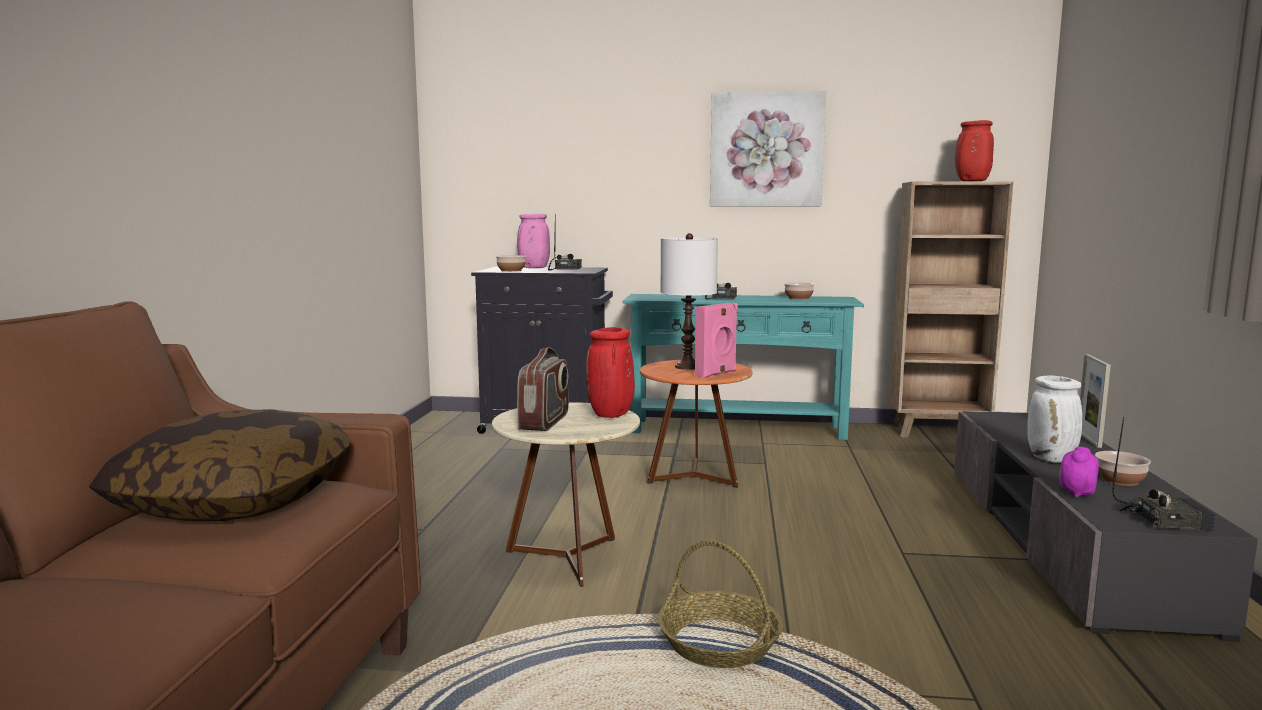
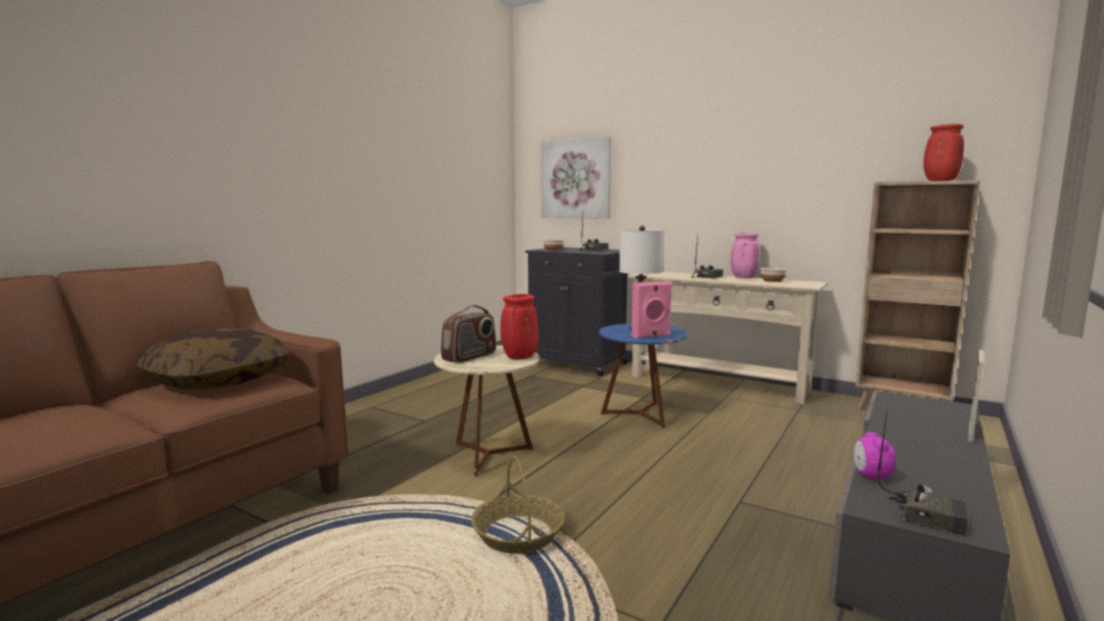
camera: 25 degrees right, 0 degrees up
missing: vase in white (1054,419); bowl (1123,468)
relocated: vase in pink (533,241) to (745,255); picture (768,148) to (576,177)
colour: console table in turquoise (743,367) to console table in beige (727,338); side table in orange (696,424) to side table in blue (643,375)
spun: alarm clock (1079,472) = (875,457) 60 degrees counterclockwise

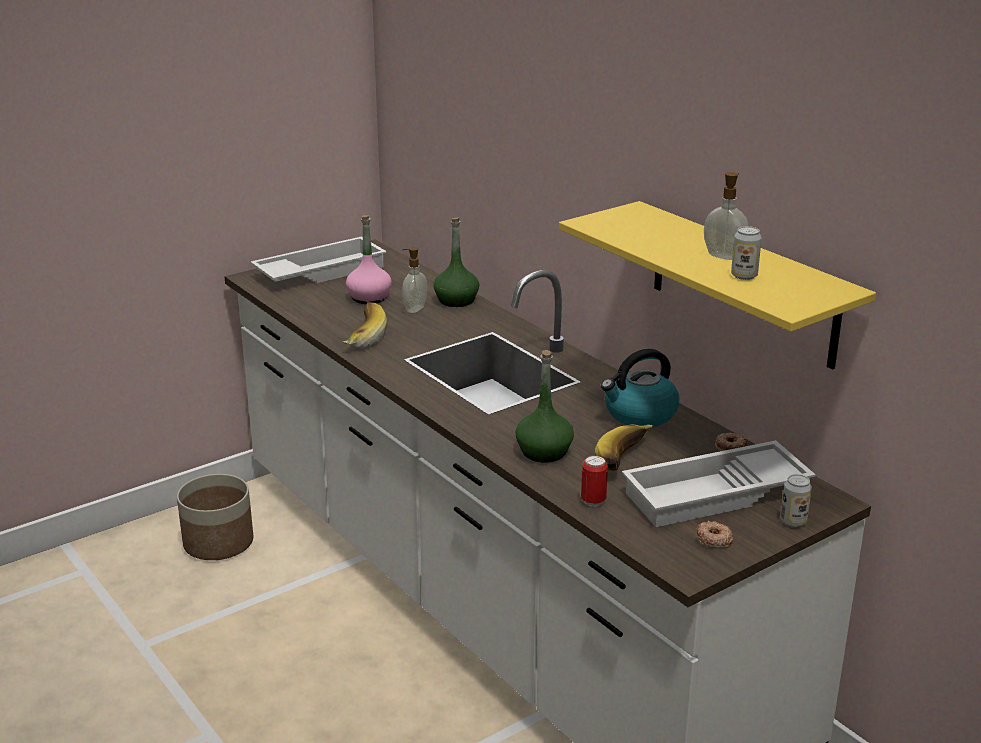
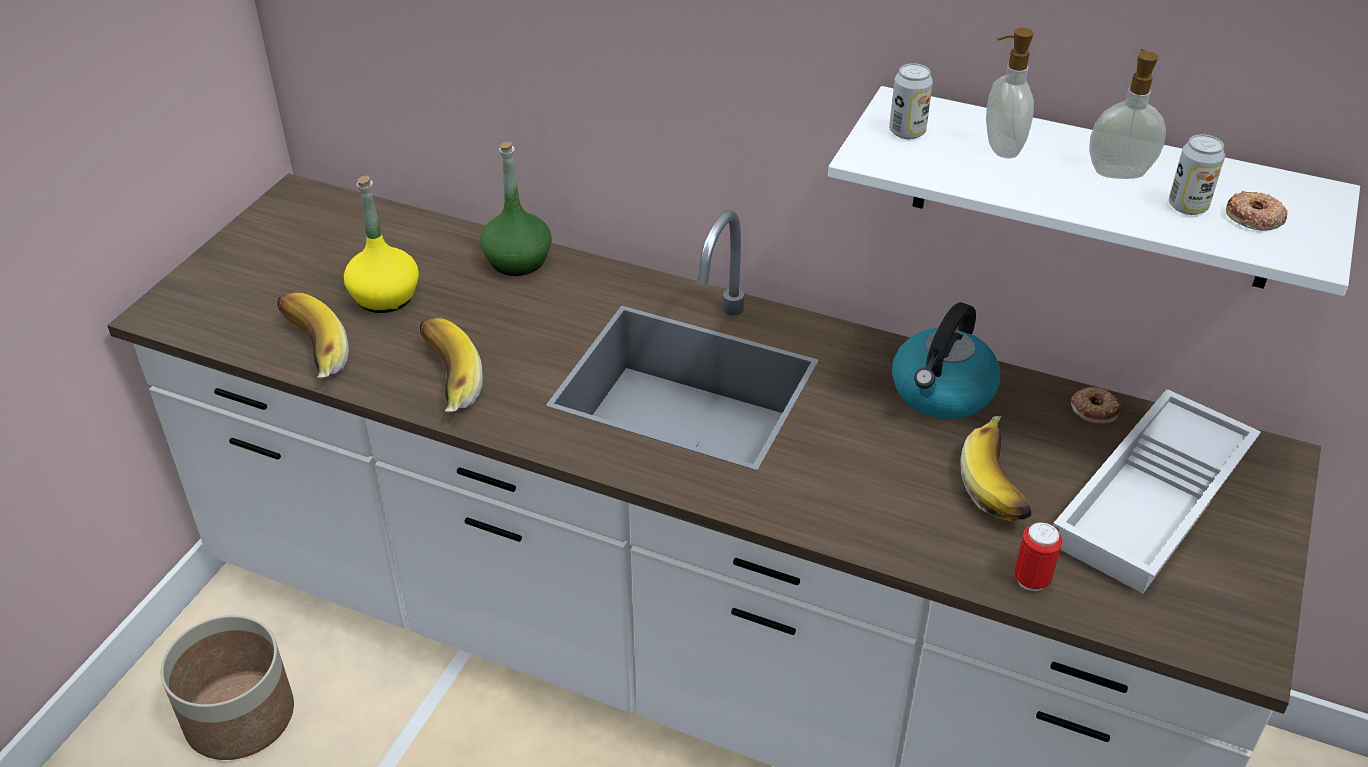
camera: 30 degrees left, 15 degrees up
missing: tray in white (318,259); bottle in green (545,406)
appeared: banana (313,335)
relocated: soap dispenser (414,280) to (1010,93); donut (714,534) to (1257,211); can (796,500) to (911,101)
colour: bottle in pink (369,259) to bottle in yellow (381,244); shelf in yellow (717,285) to shelf in white (1094,191)

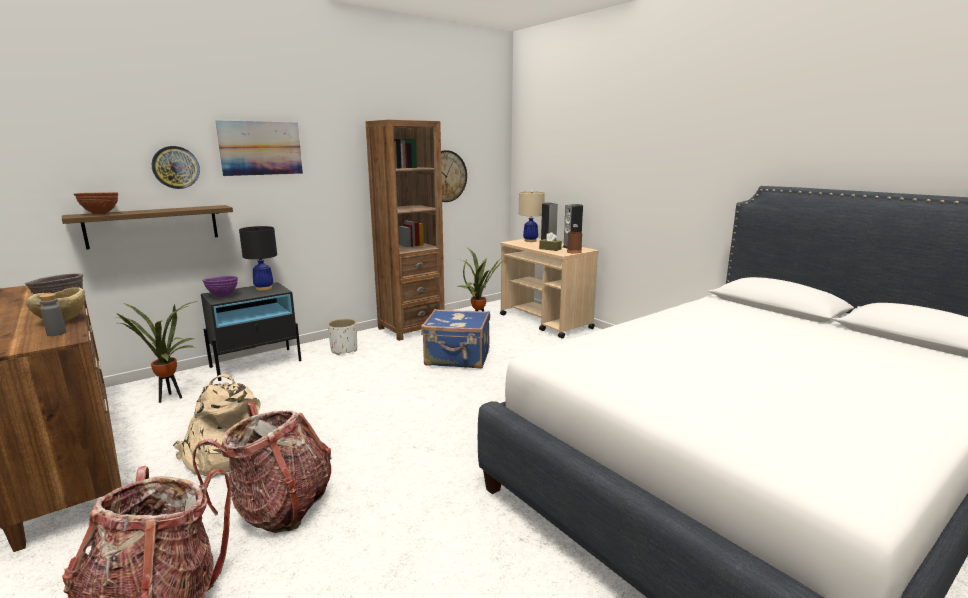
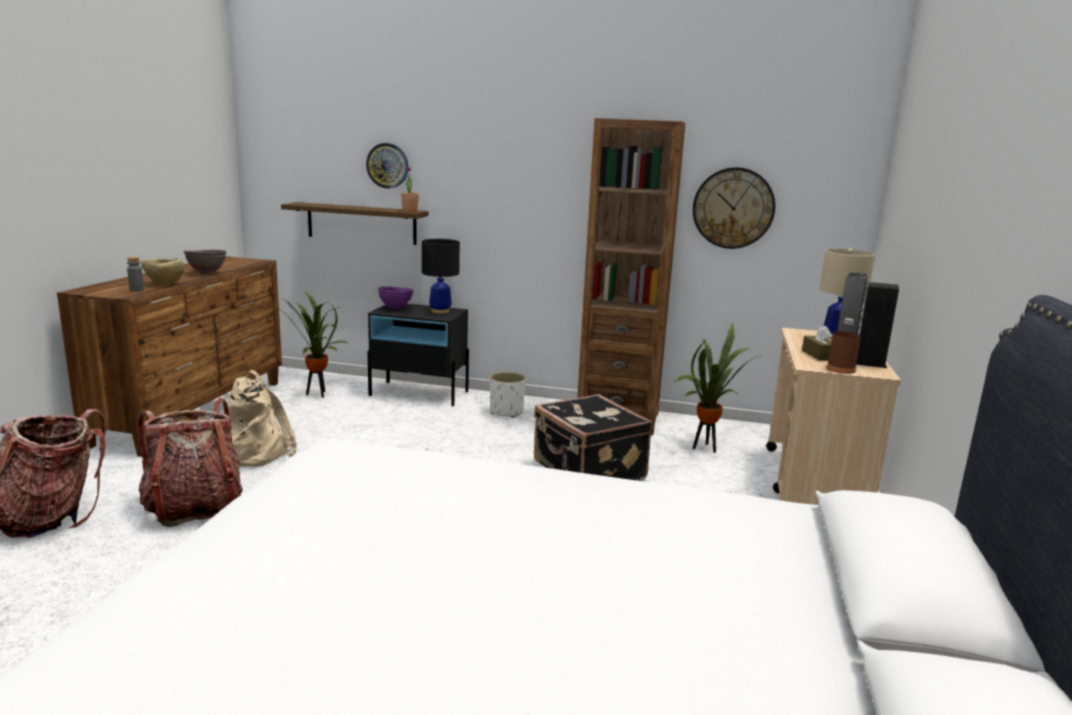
camera: 50 degrees right, 0 degrees up
missing: bowl in brown (96,203); picture (259,148)
appeared: potted plant (410,189)
colour: suitcase in blue (455,339) to suitcase in black (593,437)

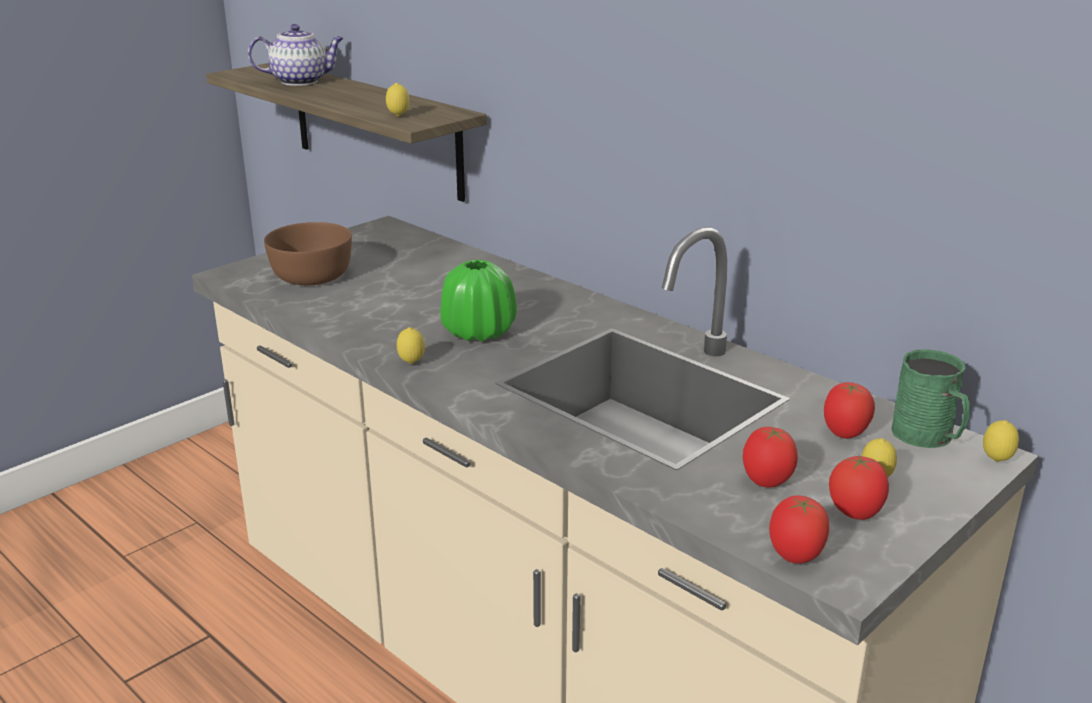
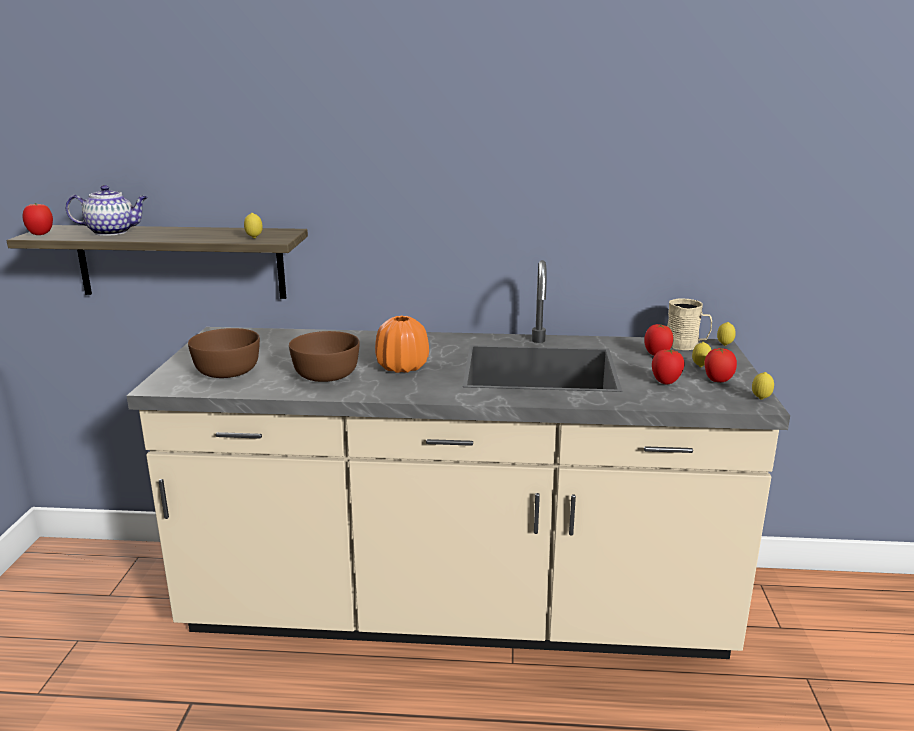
camera: 40 degrees left, 5 degrees down
appeared: bowl in brown (324,356)
relocated: lemon (411,345) to (763,386); tomato (799,529) to (38,219)
colour: vase in green (478,300) to vase in orange (402,344); mug in green (930,398) to mug in beige (689,324)
spun: teapot (296,55) = (106,210) 45 degrees clockwise

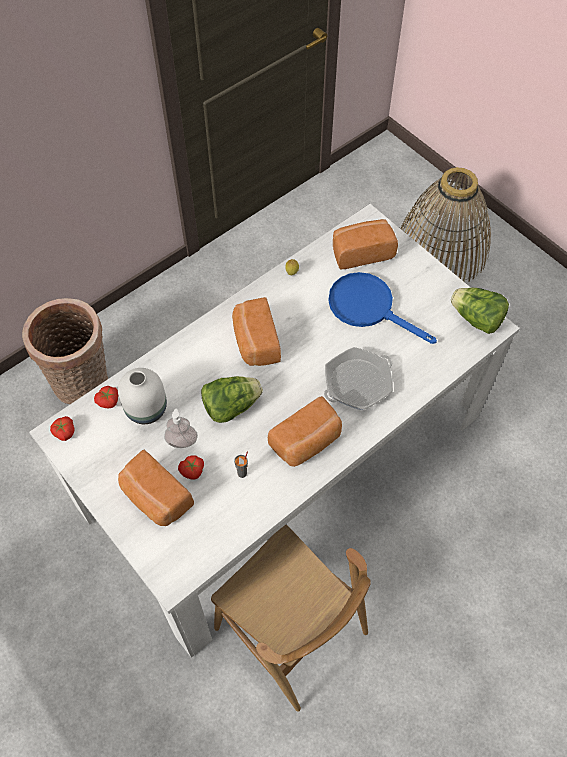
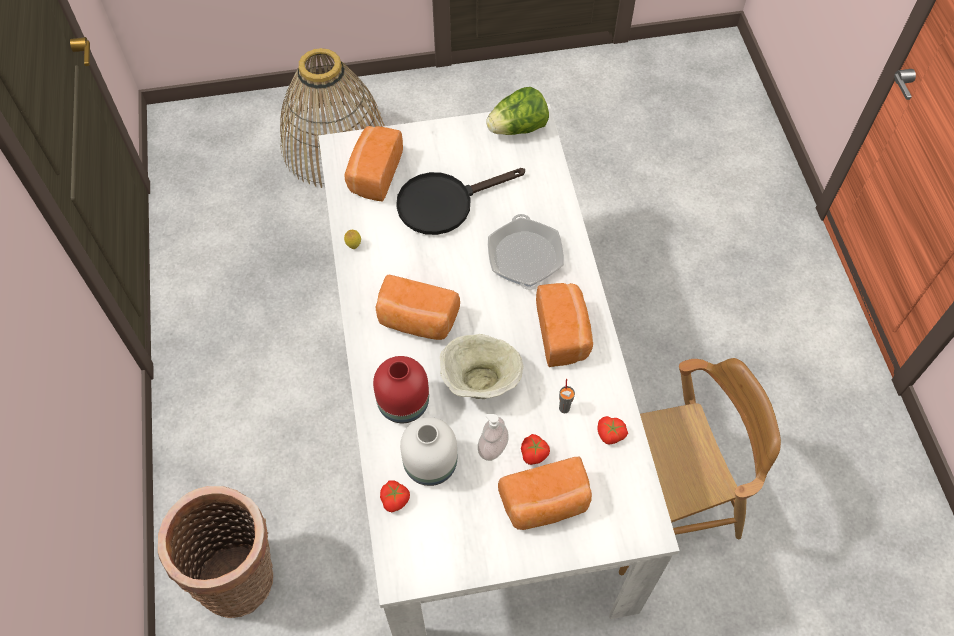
camera: 60 degrees left, 0 degrees up
appeared: vase in red (401,389)
relocated: tomato (62,428) to (612,430)
exchanged: lettuce (232,399) to bowl in beige (481,366)
colour: frying pan in blue (382,308) to frying pan in black (460,201)

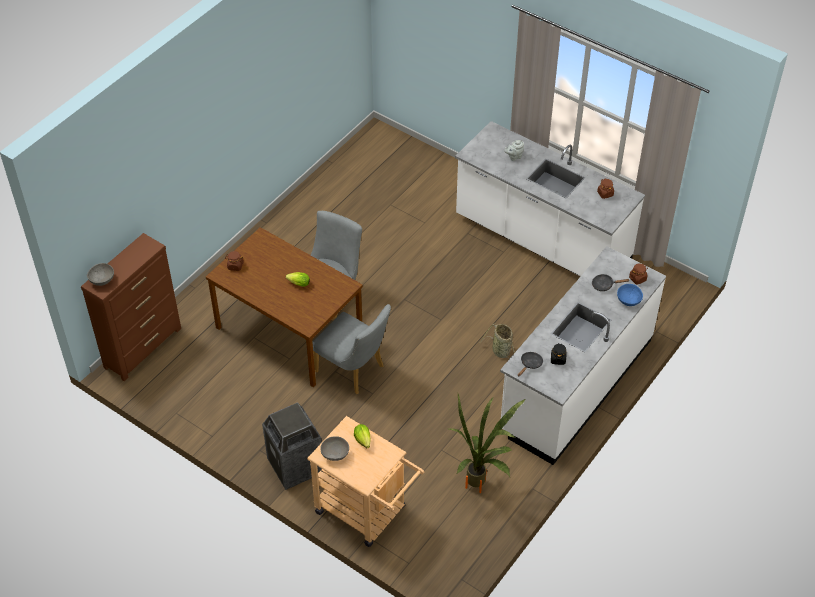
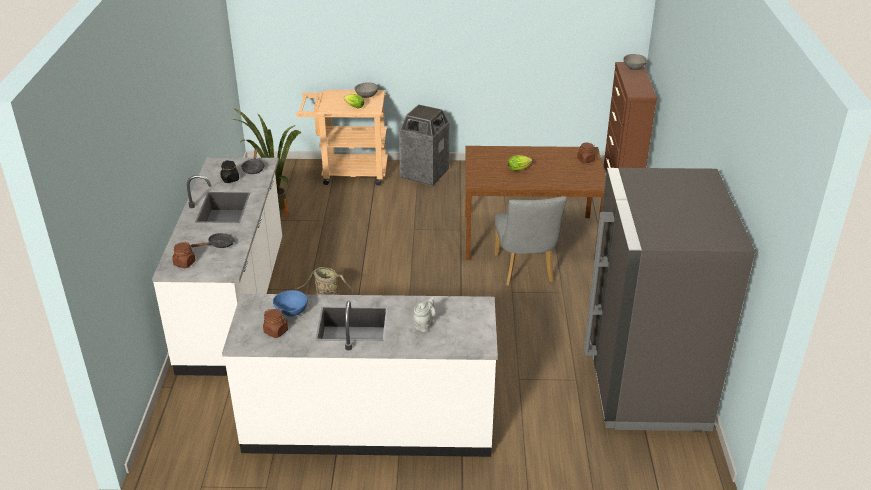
camera: 145 degrees right, 15 degrees down
missing: chair in grey (351,349)
appeared: fridge in grey (669,299)
relocated: bowl in blue (630,295) to (290,303)

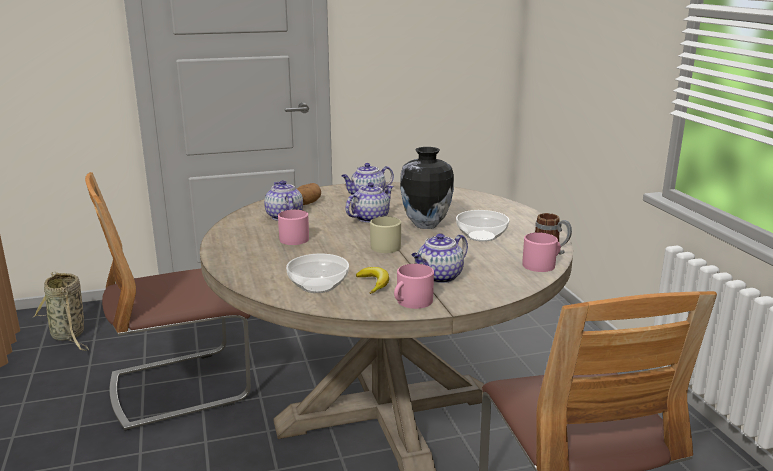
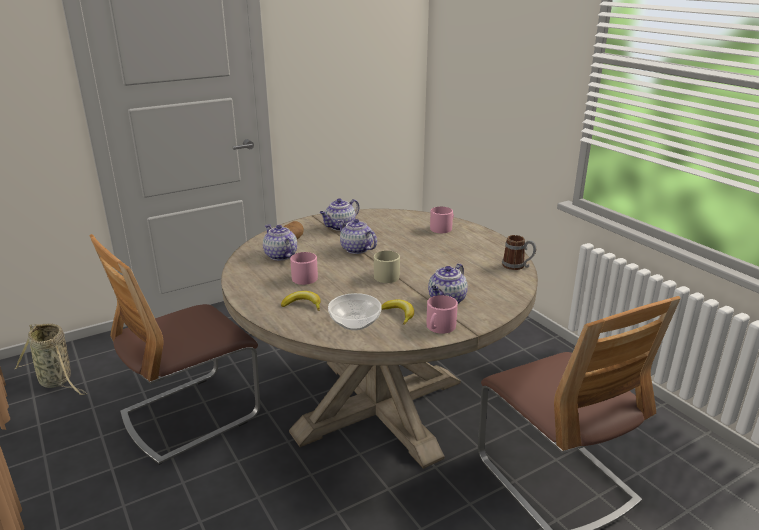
camera: 15 degrees left, 5 degrees up
missing: vase (427,188); bowl (482,226)
appeared: banana (301,300)
relocated: mug in pink (542,252) to (442,220)
spun: teapot (370,202) = (357,236) 75 degrees counterclockwise

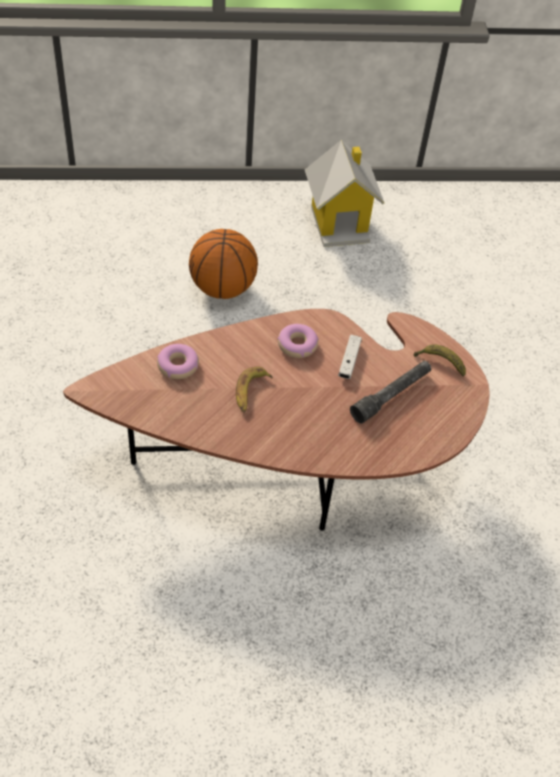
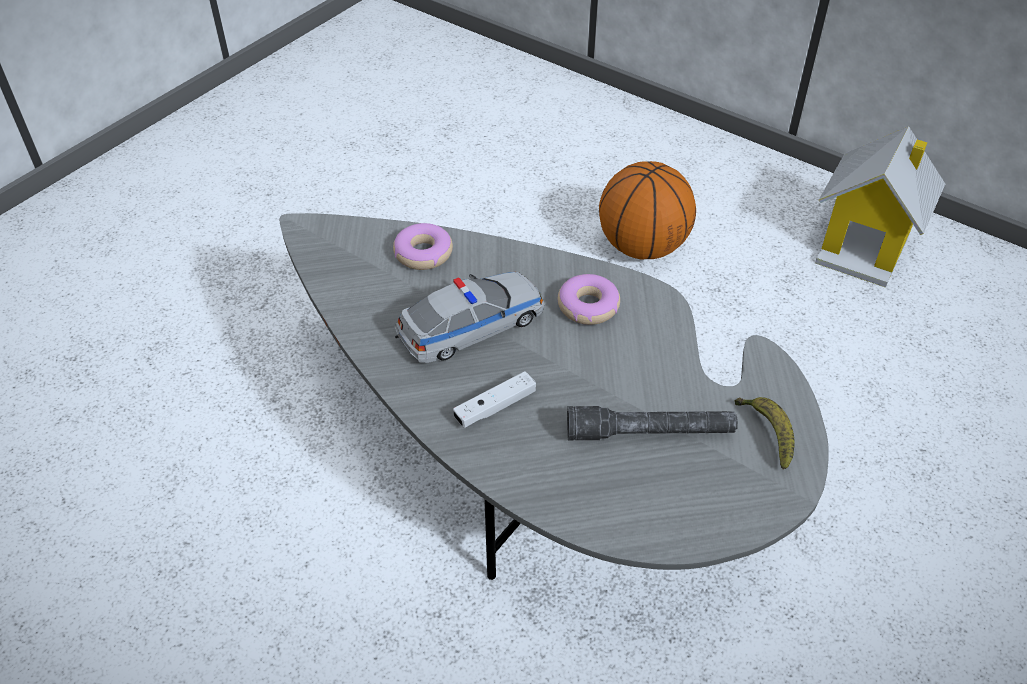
camera: 45 degrees right, 5 degrees down
relocated: game controller in white (350,357) to (494,399)
exchanged: banana (254,390) to toy car (470,317)
colour: coffee table in brown (276,419) to coffee table in grey (554,396)

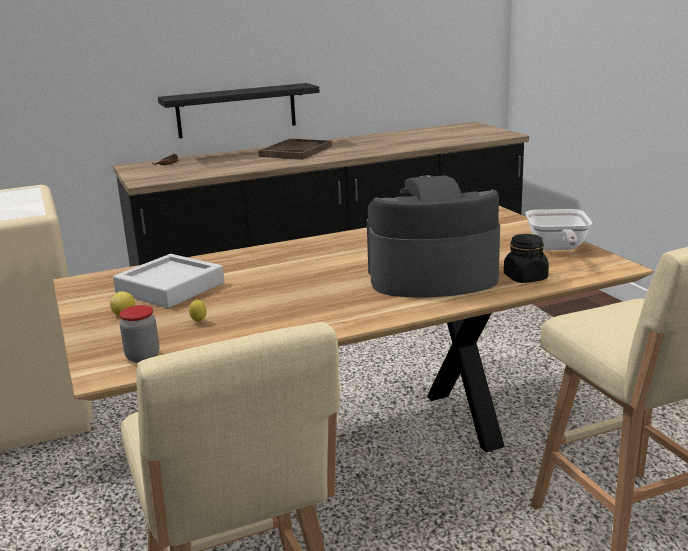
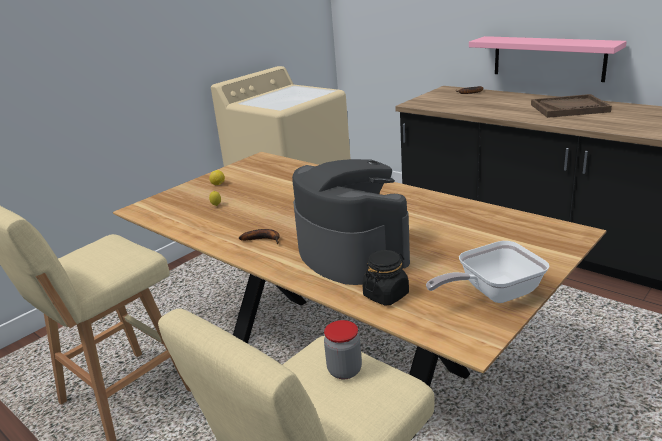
camera: 65 degrees right, 5 degrees up
missing: tray in grey (168,281)
appeared: banana (259,236)
relocated: jar (139,334) to (343,349)
colour: shelf in black (238,110) to shelf in pink (548,59)

